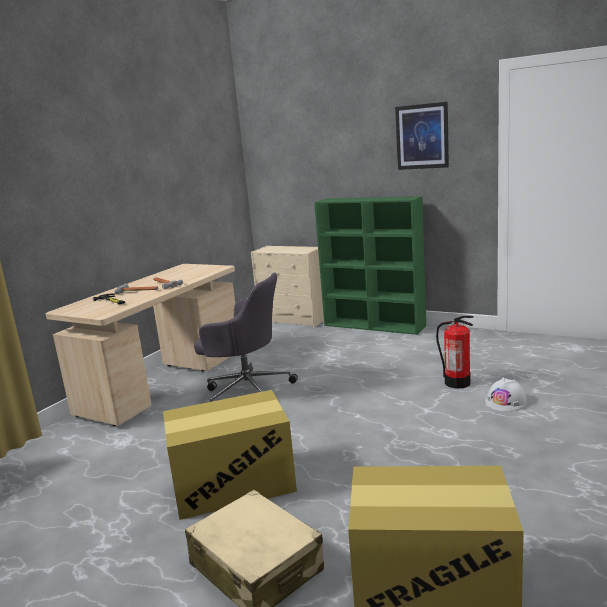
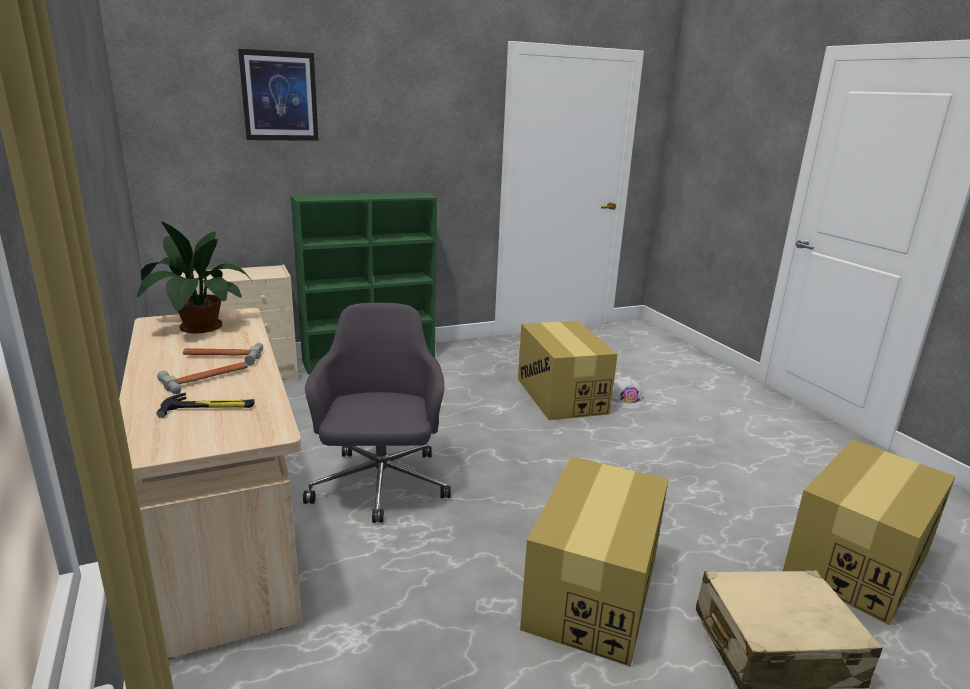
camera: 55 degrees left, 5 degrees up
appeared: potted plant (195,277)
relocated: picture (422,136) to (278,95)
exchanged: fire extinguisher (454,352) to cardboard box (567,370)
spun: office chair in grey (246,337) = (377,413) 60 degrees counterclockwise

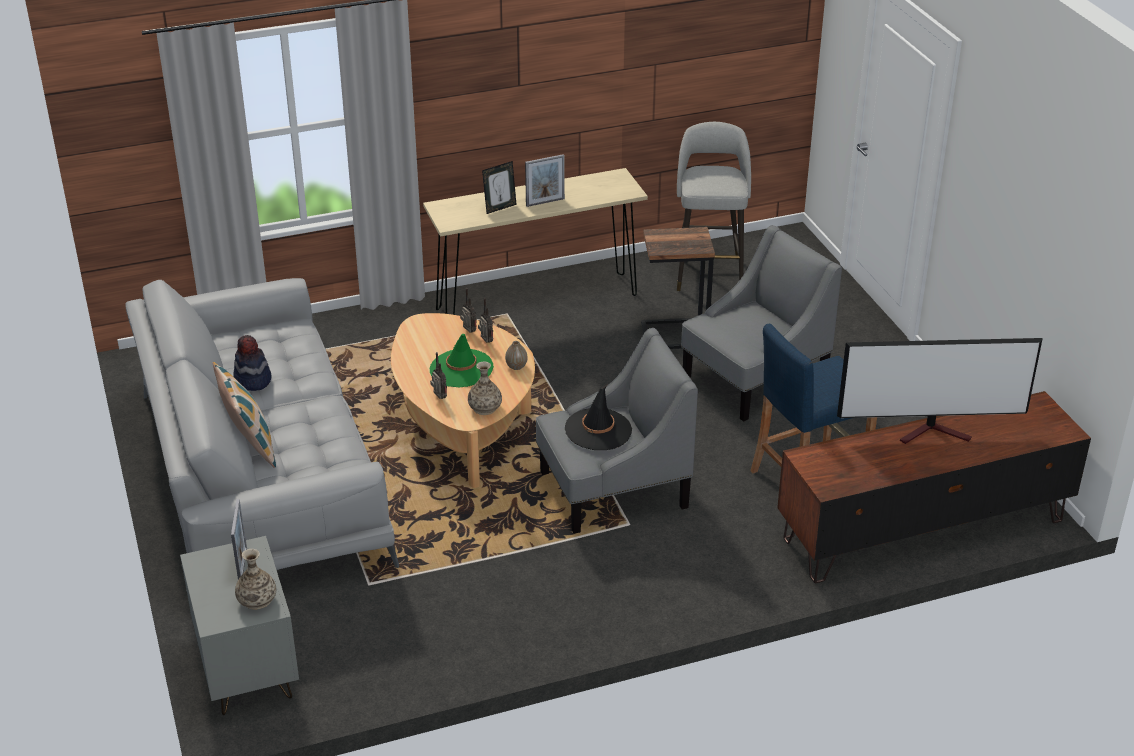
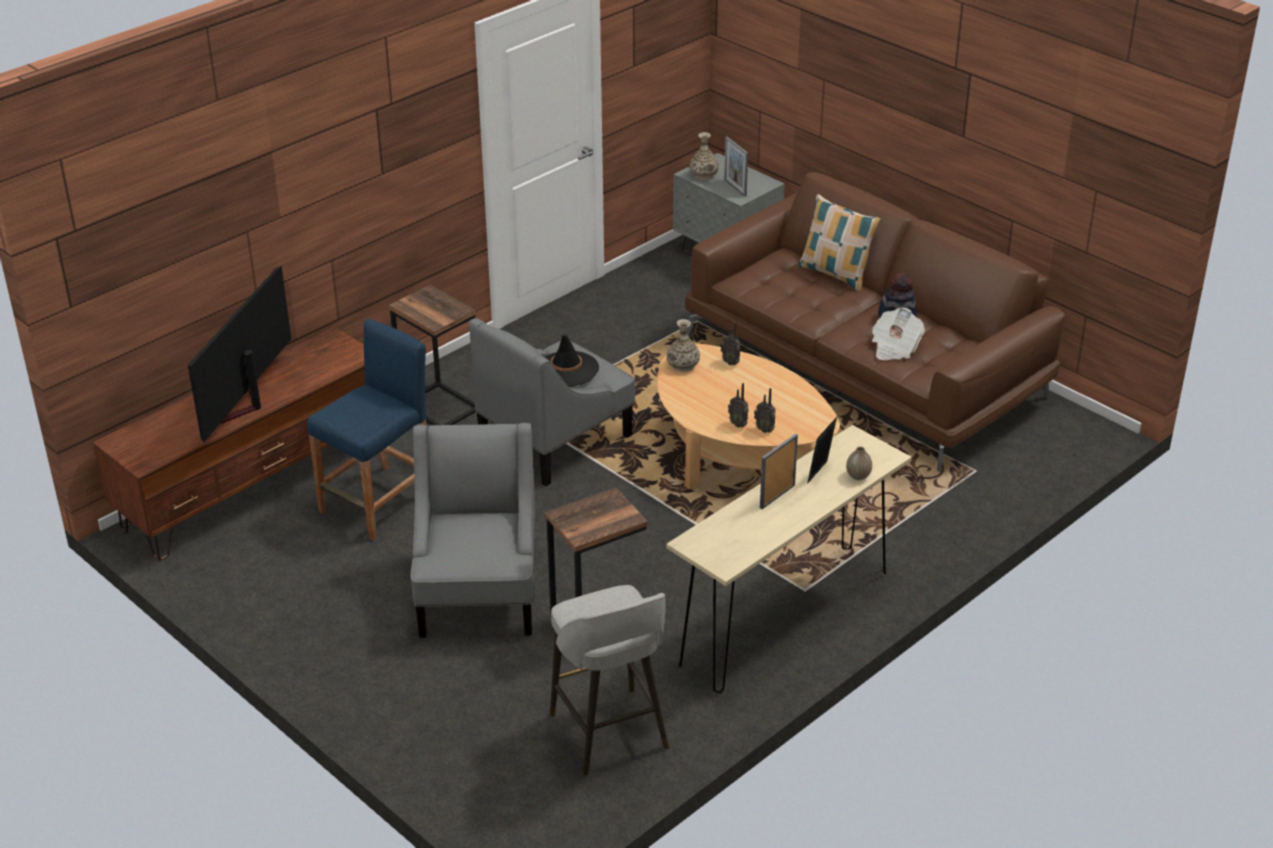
camera: 155 degrees right, 0 degrees up
missing: hat in green (462,361)
appeared: side table (432,355); newspaper (898,334)
relocated: vase (516,355) to (859,463)
colour: sofa in grey (262,424) to sofa in brown (875,322)
spun: armchair in grey (761,323) = (472,530) 150 degrees clockwise; television (940,391) = (239,354) 45 degrees counterclockwise

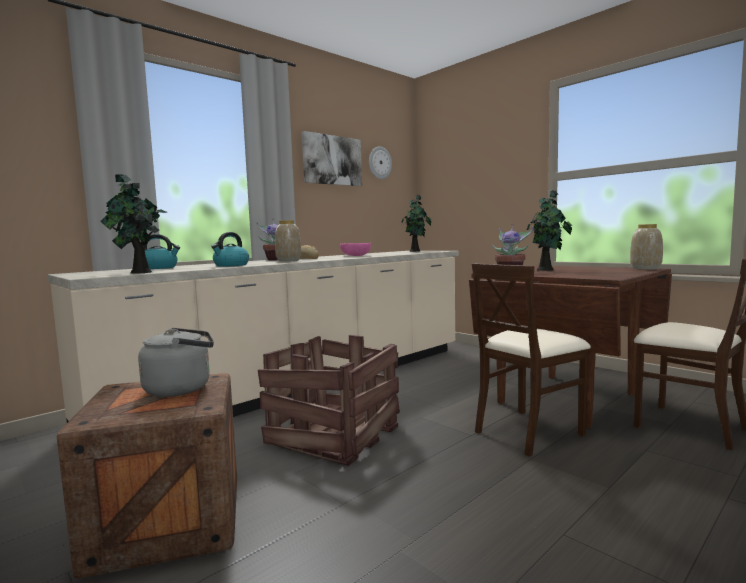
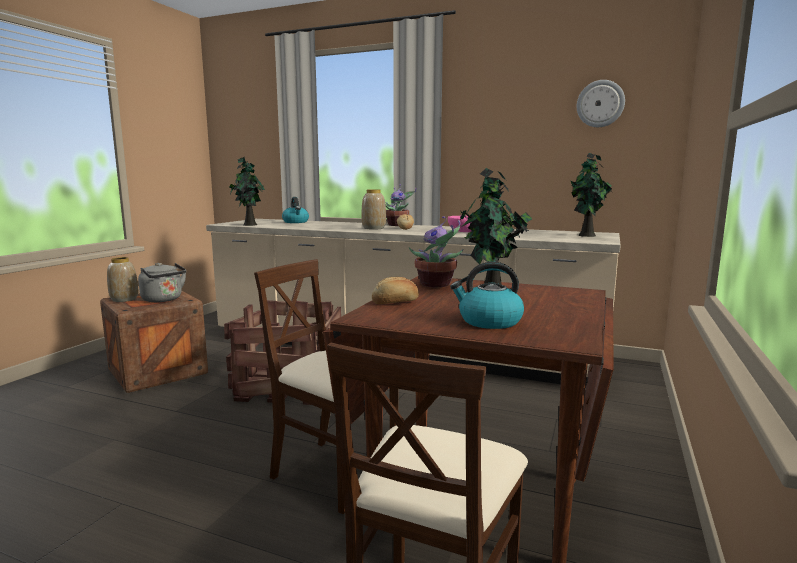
camera: 65 degrees right, 5 degrees up
missing: picture (332,158)
appeared: bread (395,290)
relocated: kettle (230,249) to (487,295); vase (646,247) to (122,279)

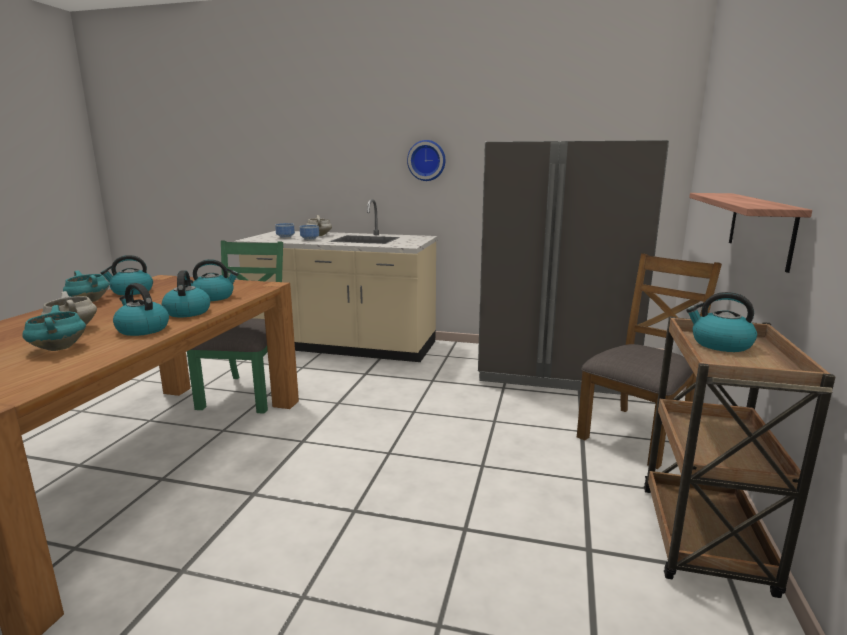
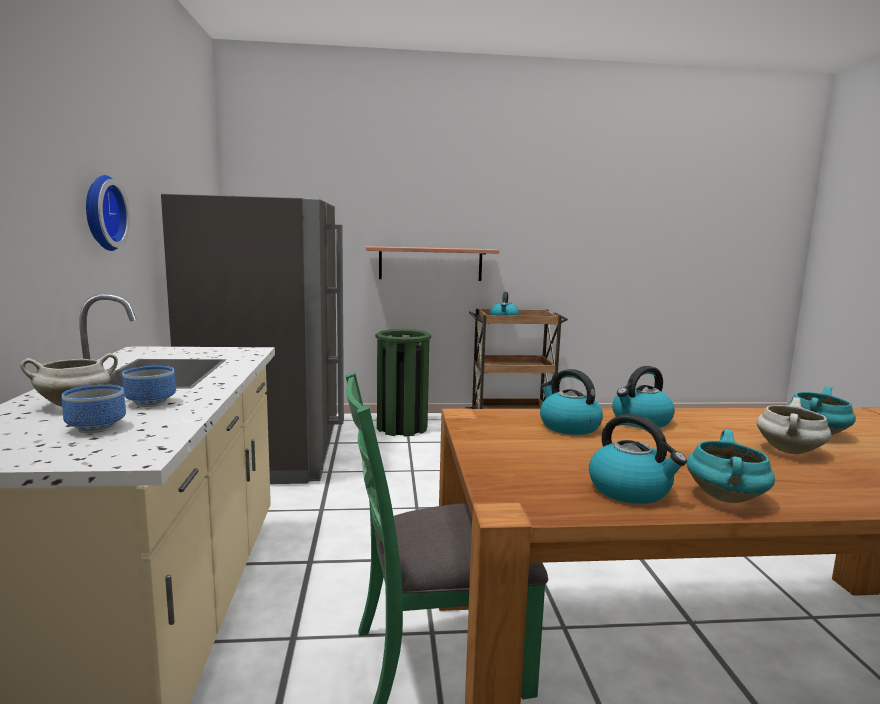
camera: 110 degrees left, 5 degrees down
missing: kettle (141,309)
exchanged: chair in brown (649,361) to trash can in green (403,383)

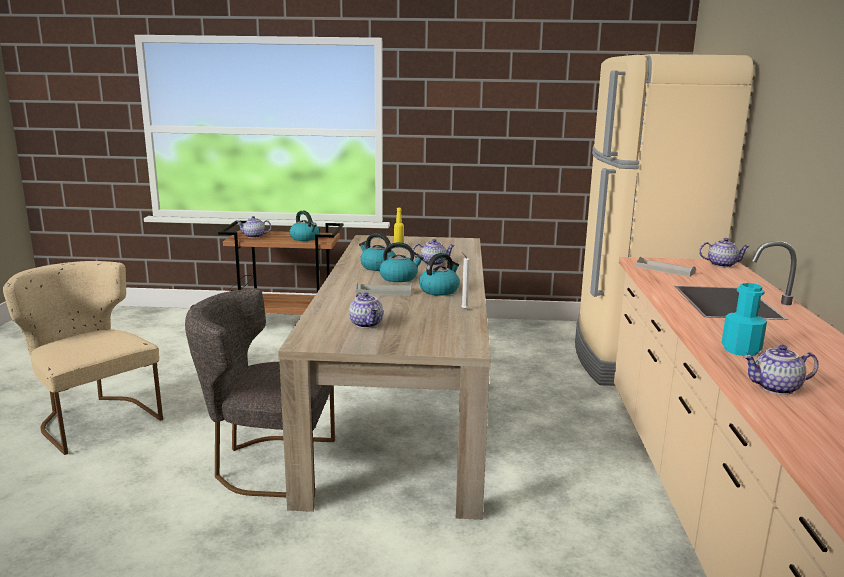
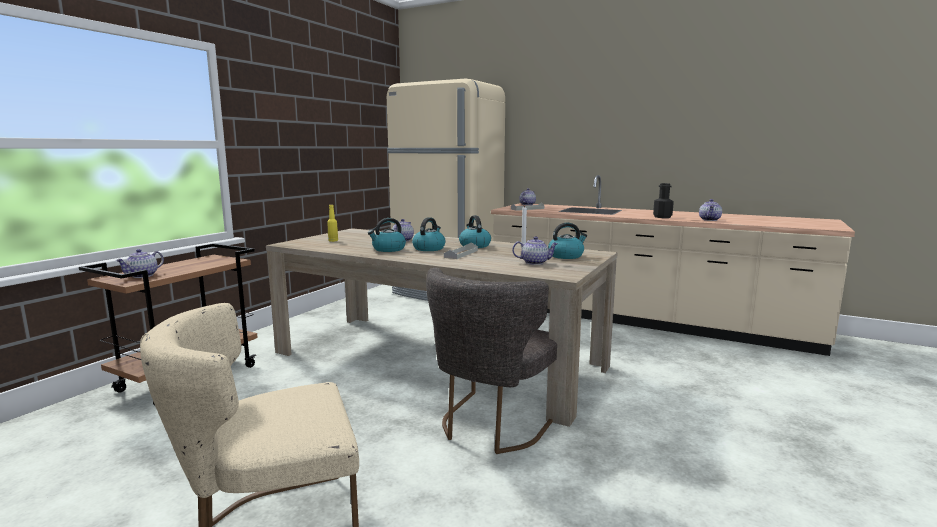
camera: 65 degrees left, 5 degrees down
relocated: kettle (304,225) to (567,241)
colour: bottle in turquoise (744,319) to bottle in black (663,200)

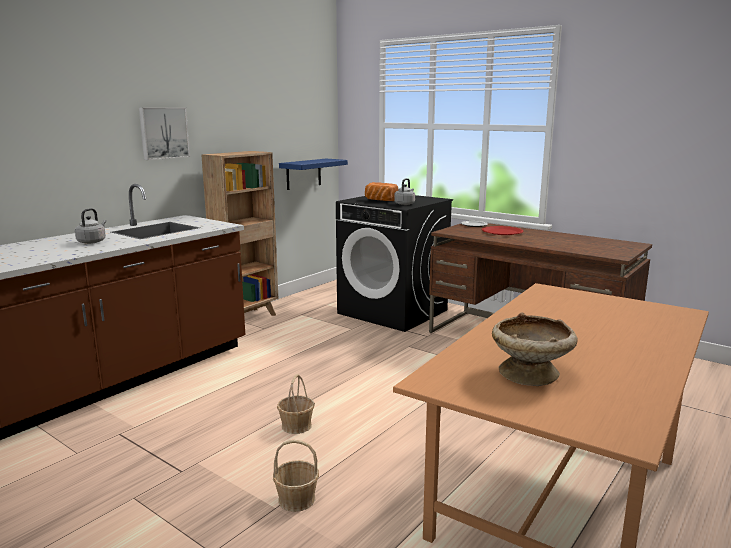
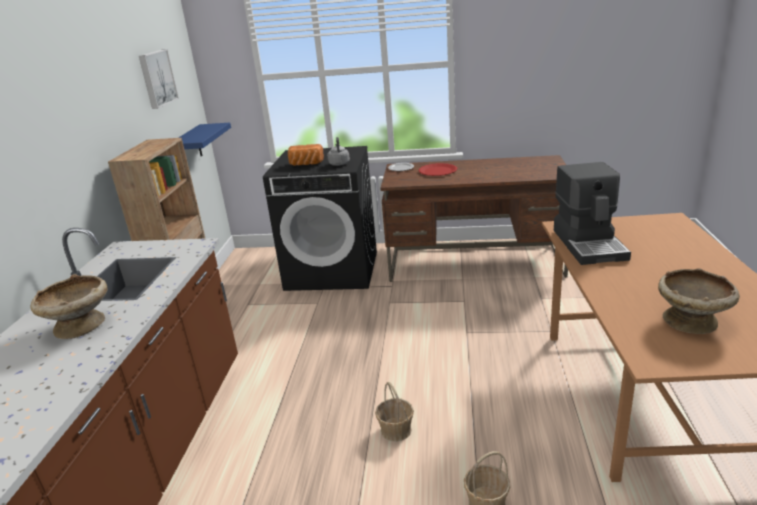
camera: 30 degrees left, 10 degrees up
appeared: coffee machine (592,213)
relocated: picture (164,133) to (159,79)
exchanged: kettle in grey (90,226) to bowl in beige (69,306)

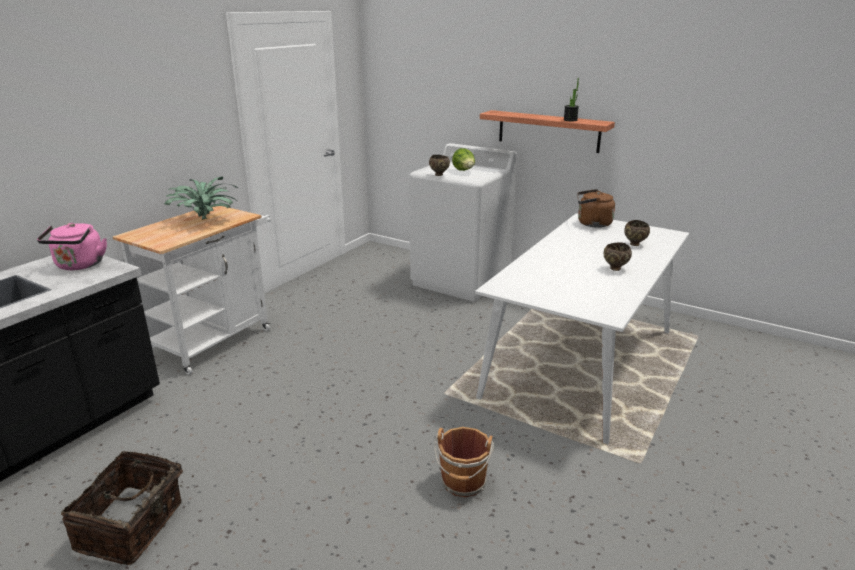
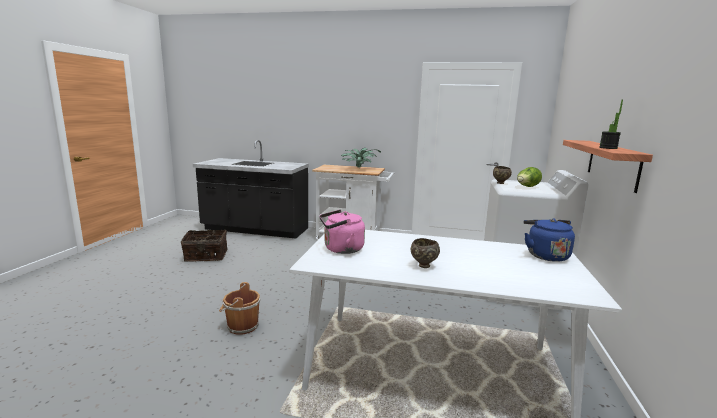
camera: 70 degrees right, 10 degrees down
missing: bowl in brown (637,233)
relocated: kettle in pink (72,246) to (342,232)
colour: kettle in brown (596,208) to kettle in blue (549,240)

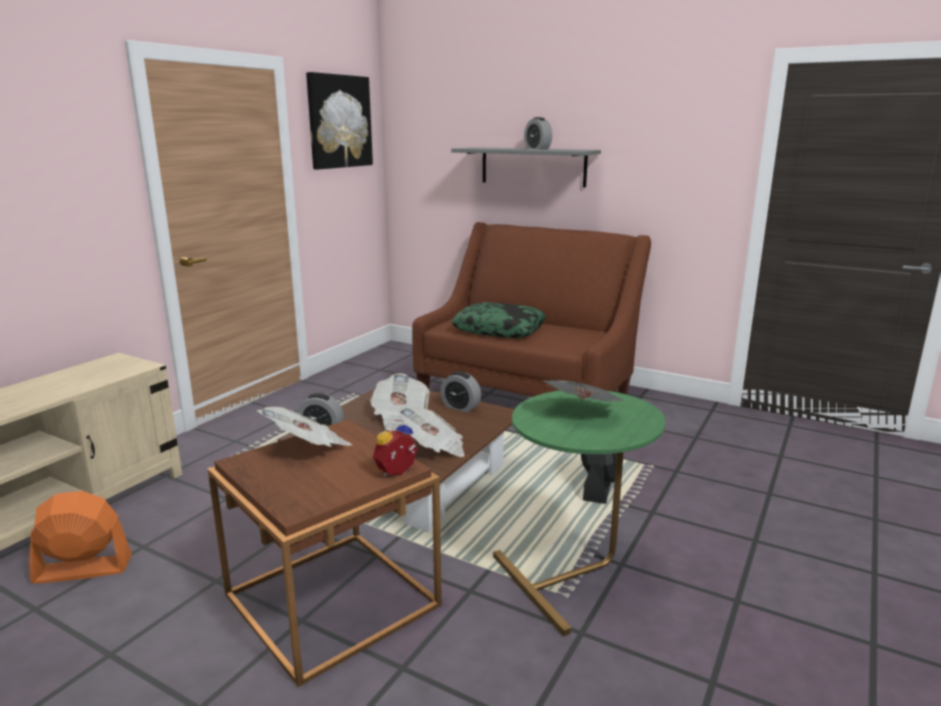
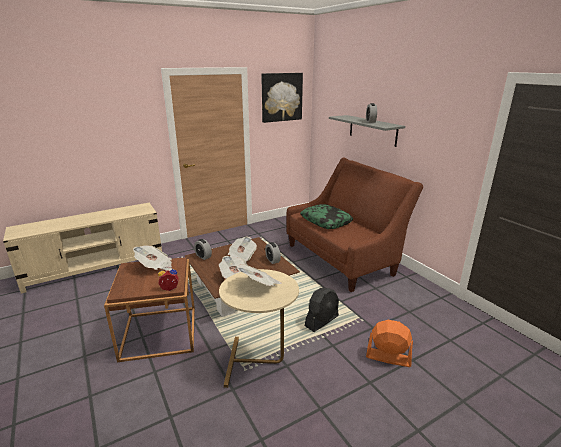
camera: 30 degrees right, 5 degrees up
relocated: fan in orange (80,537) to (389,343)
colour: side table in green (579,513) to side table in beige (259,328)

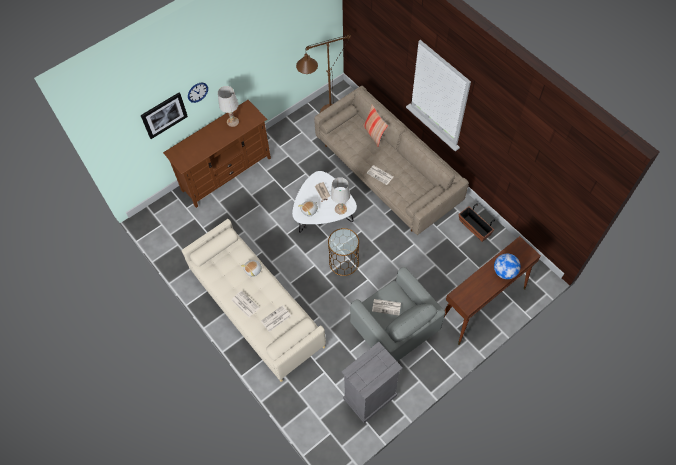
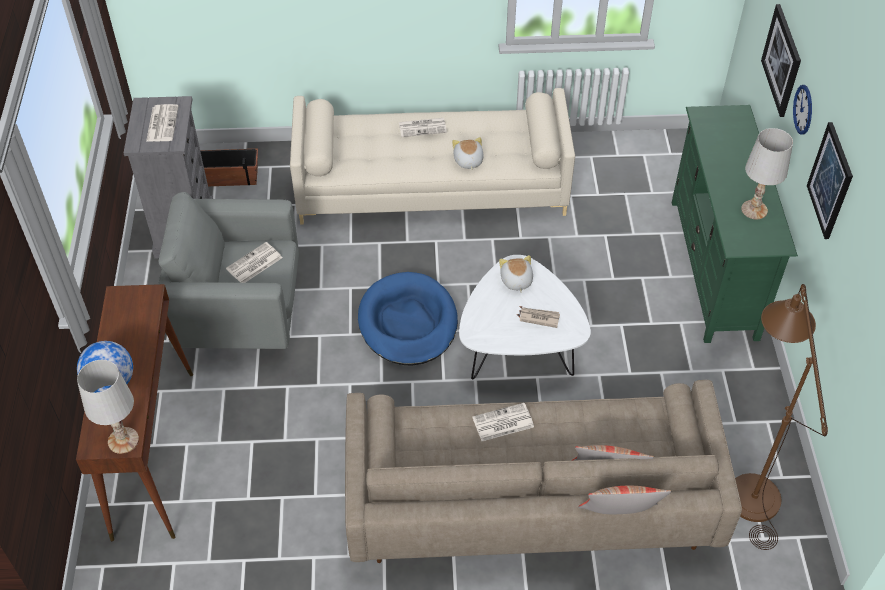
camera: 125 degrees right, 10 degrees down
appeared: pillow (624,500); picture (830,180)
relocated: newspaper (276,318) to (162,123); table lamp in white (340,195) to (108,407); planter (476,222) to (229,167)
exchanged: side table in brown (343,252) to dog bed in blue (408,318)
colour: tv stand in brown (217,154) to tv stand in green (735,224)

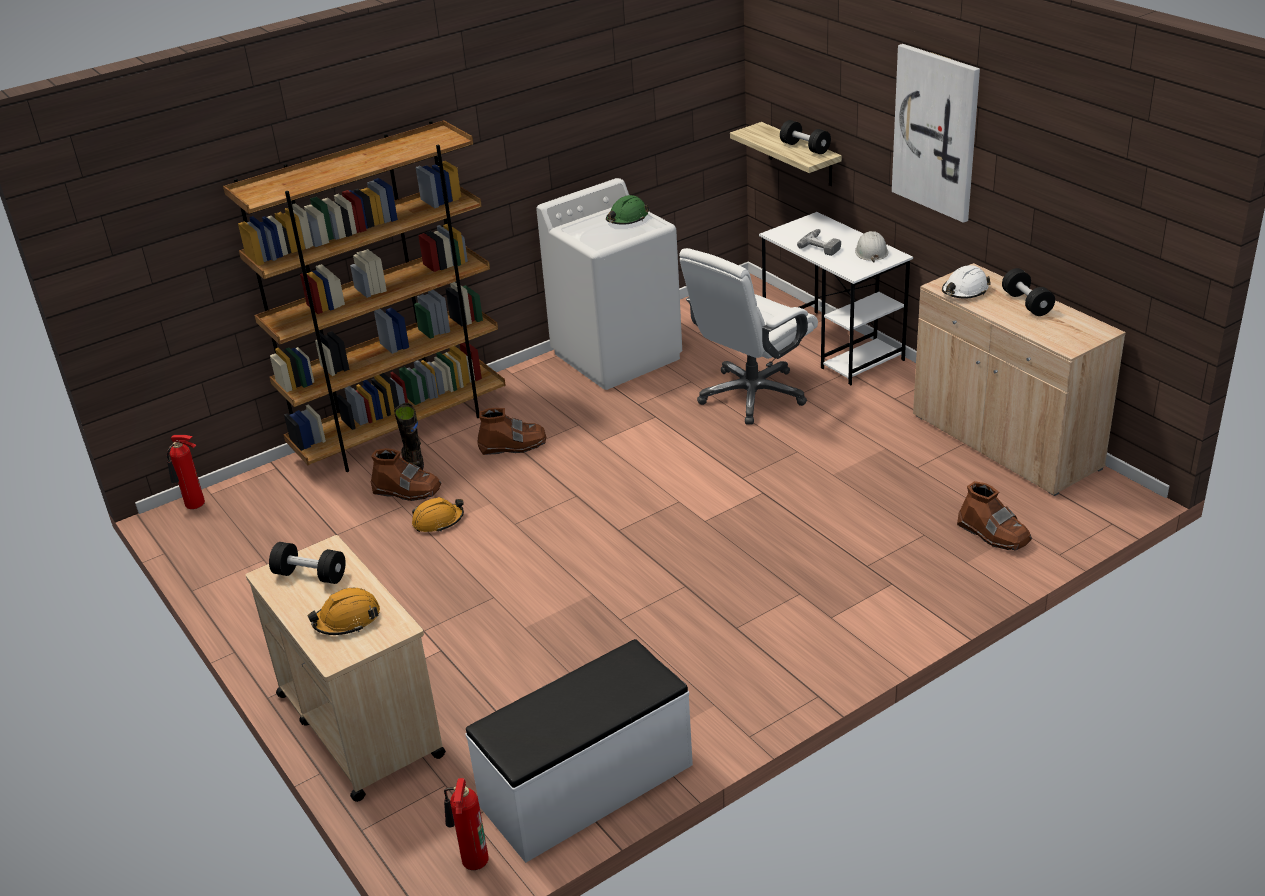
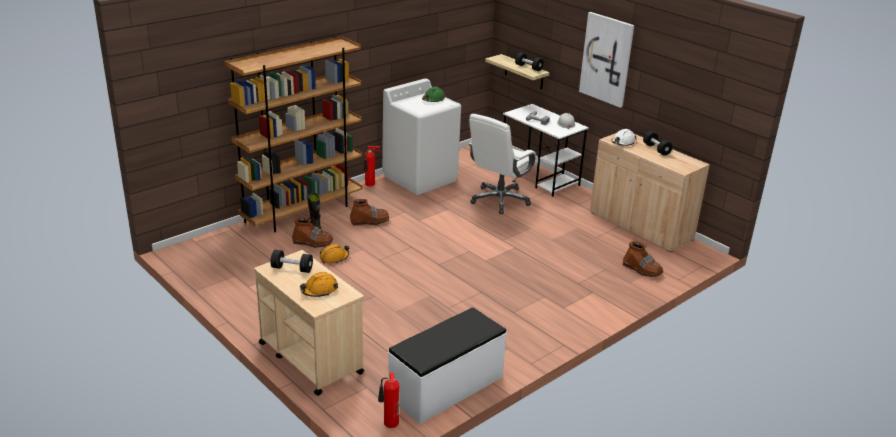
camera: 10 degrees left, 5 degrees down
relocated: fire extinguisher (186,472) to (372,166)

